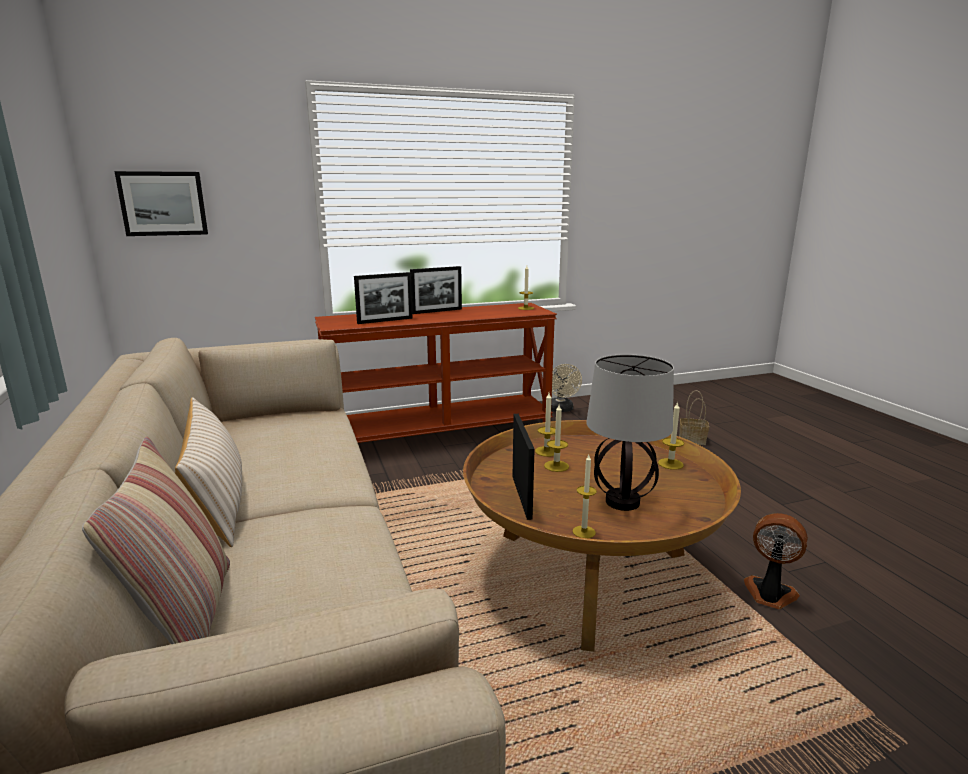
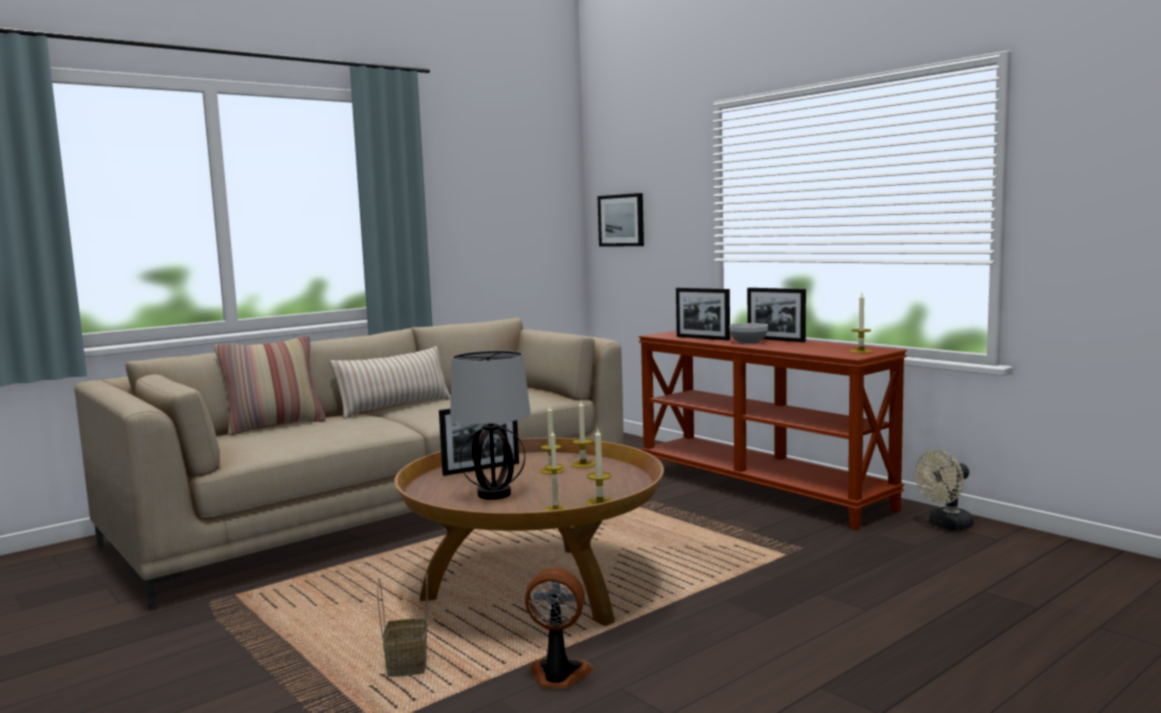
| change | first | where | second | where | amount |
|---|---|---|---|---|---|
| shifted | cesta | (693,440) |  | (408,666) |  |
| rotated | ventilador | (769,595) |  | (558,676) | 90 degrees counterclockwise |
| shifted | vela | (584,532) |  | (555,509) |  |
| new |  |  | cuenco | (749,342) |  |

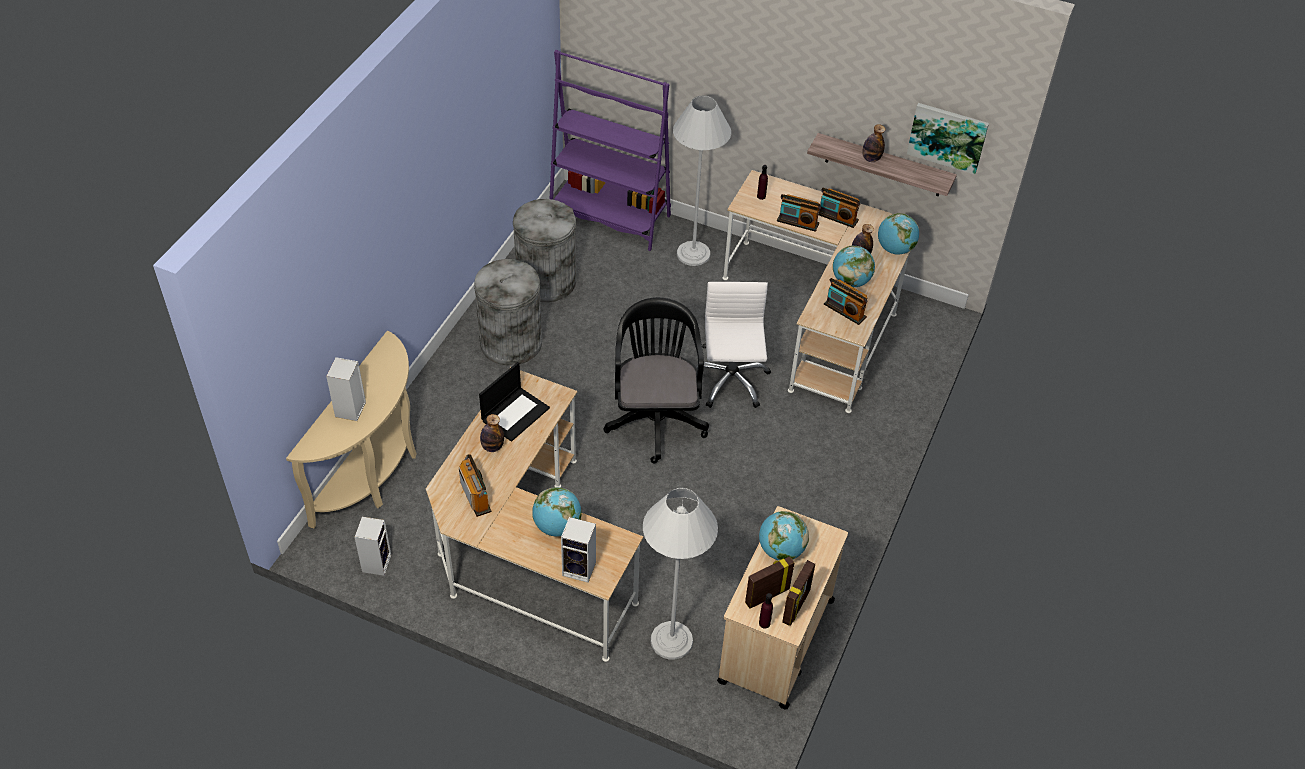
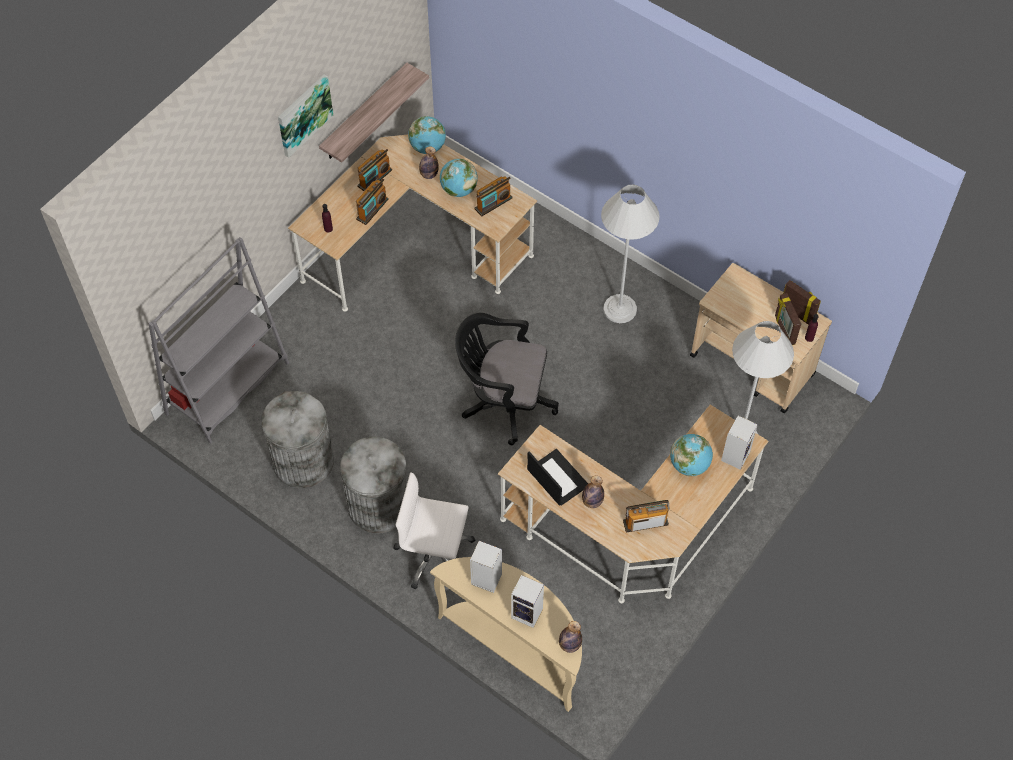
| change | first | where | second | where | amount |
|---|---|---|---|---|---|
| repainted | estantería (morado) | (610,217) | estantería (gris) | (228,388) |  |
| shifted | cuadro | (947,137) |  | (304,114) |  |
| shifted | silla de oficina (blanco) | (730,381) |  | (434,555) |  |
| shifted | altavoz | (376,562) |  | (485,579) |  |
| shifted | botella | (871,159) |  | (569,645) |  |
| shifted | lámpara de pie (blanco) | (693,254) |  | (620,309) |  |
| gone | globo terráqueo | (781,550) |  |  |  |

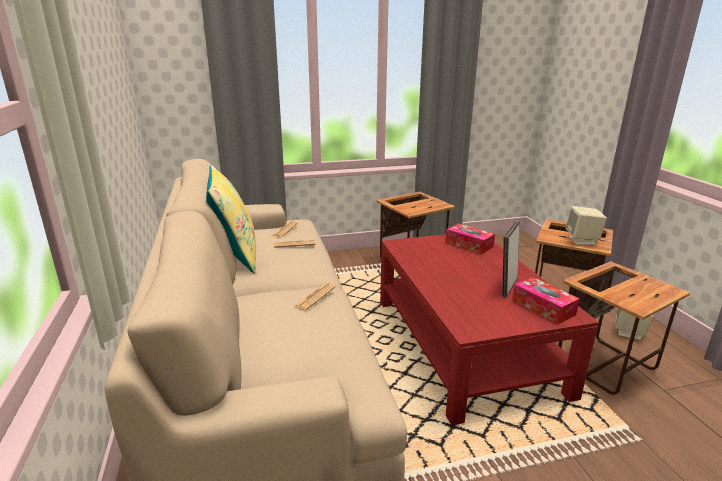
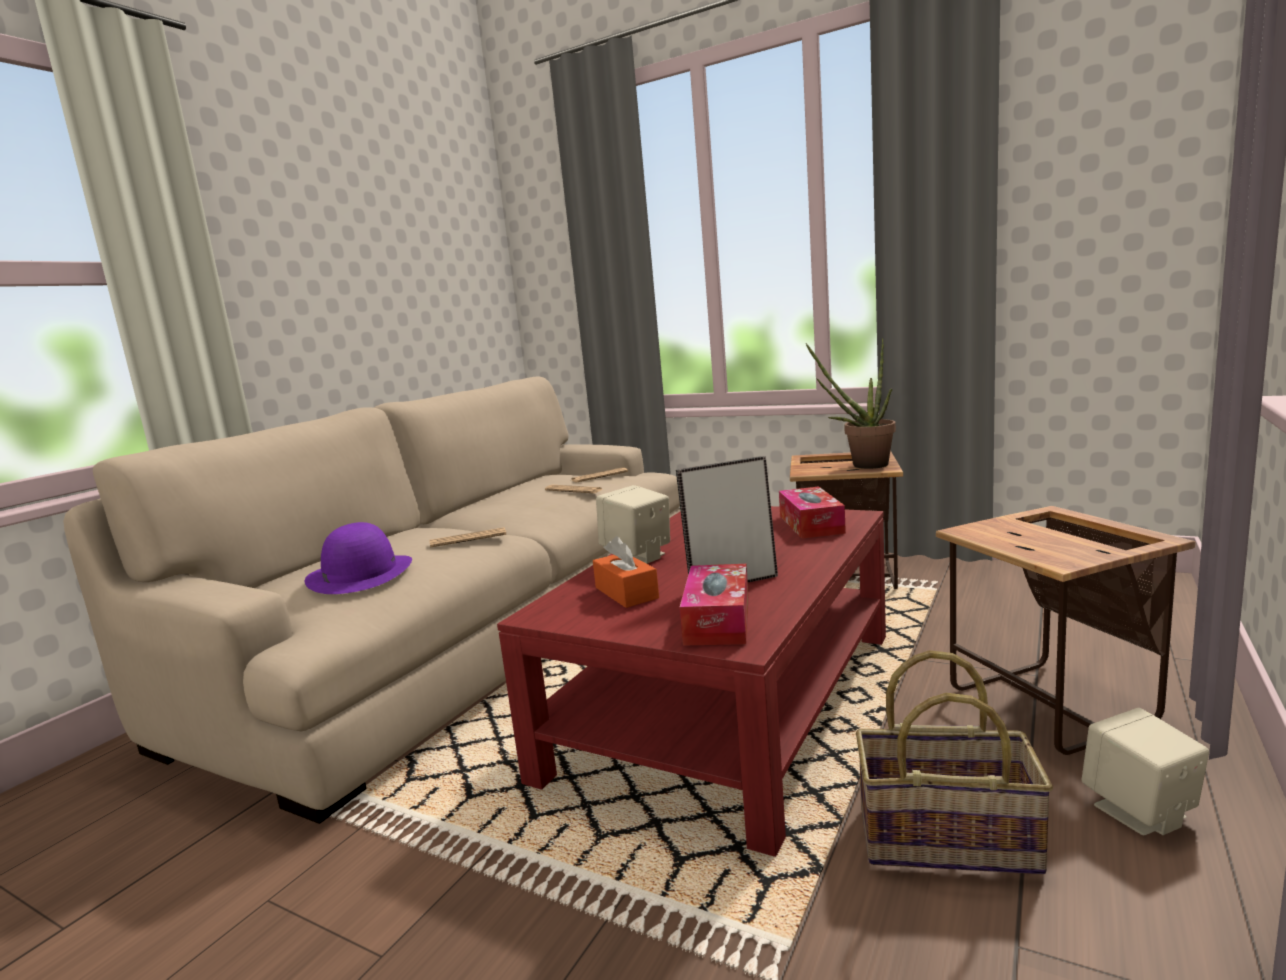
| change | first | where | second | where | amount |
|---|---|---|---|---|---|
| new |  |  | sombrero (morado) | (360,574) |  |
| new |  |  | caja de pañuelos (naranja) | (626,593) |  |
| shifted | altavoz (beis) | (582,240) |  | (637,557) |  |
| new |  |  | planta en maceta | (862,465) |  |
| swapped | mesa auxiliar | (606,365) | cesta | (947,837) |  |
| gone | cojín (amarillo) | (235,255) |  |  |  |

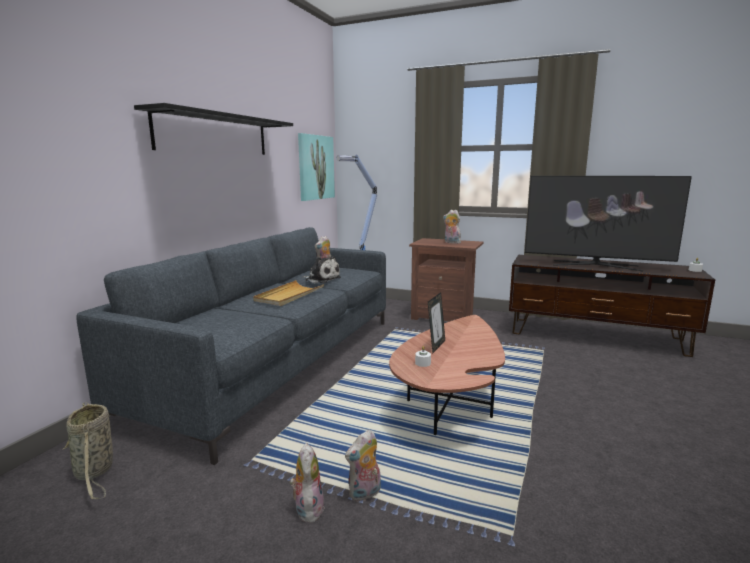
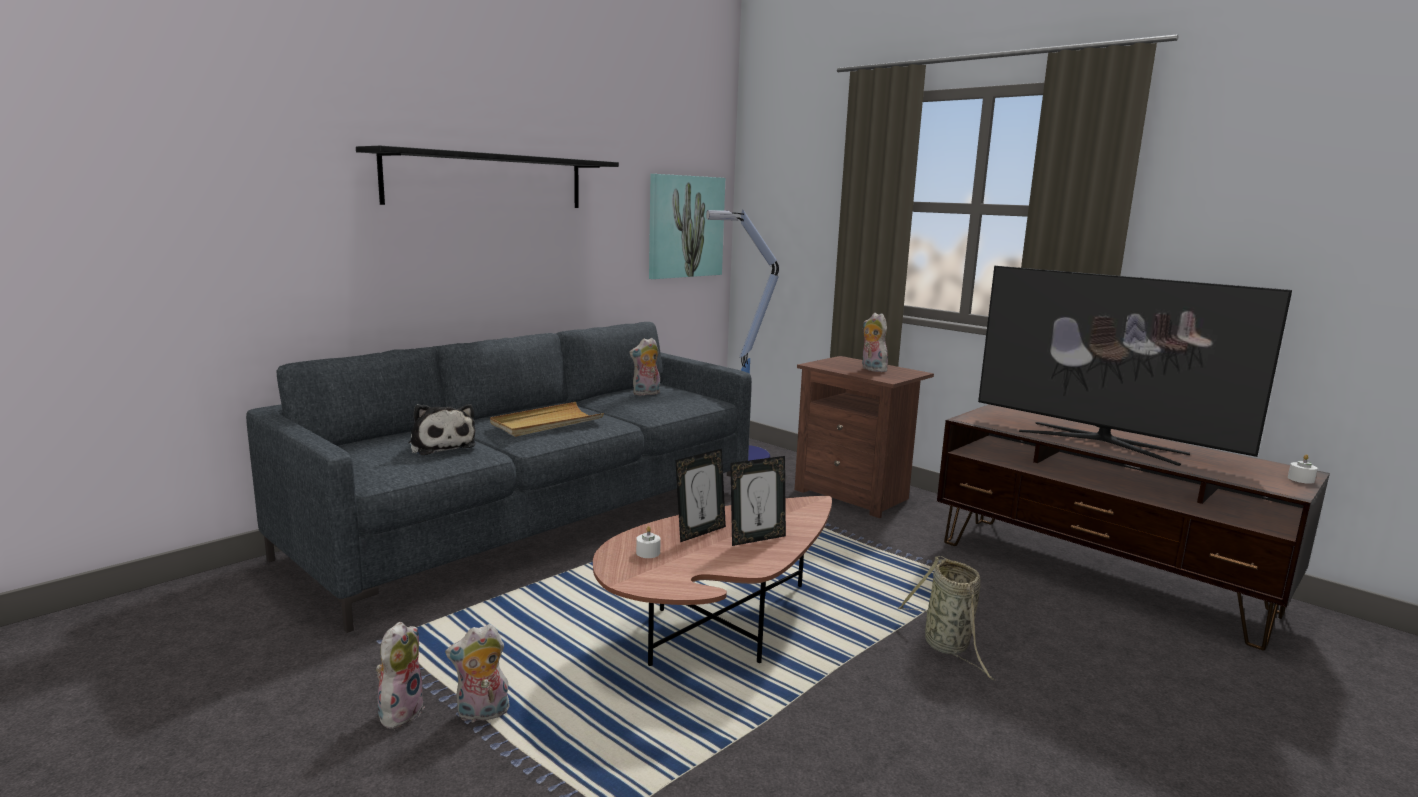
| change | first | where | second | where | amount |
|---|---|---|---|---|---|
| shifted | peluche | (321,279) |  | (441,445) |  |
| new |  |  | portarretratos | (756,539) |  |
| shifted | cesta | (94,472) |  | (948,647) |  |

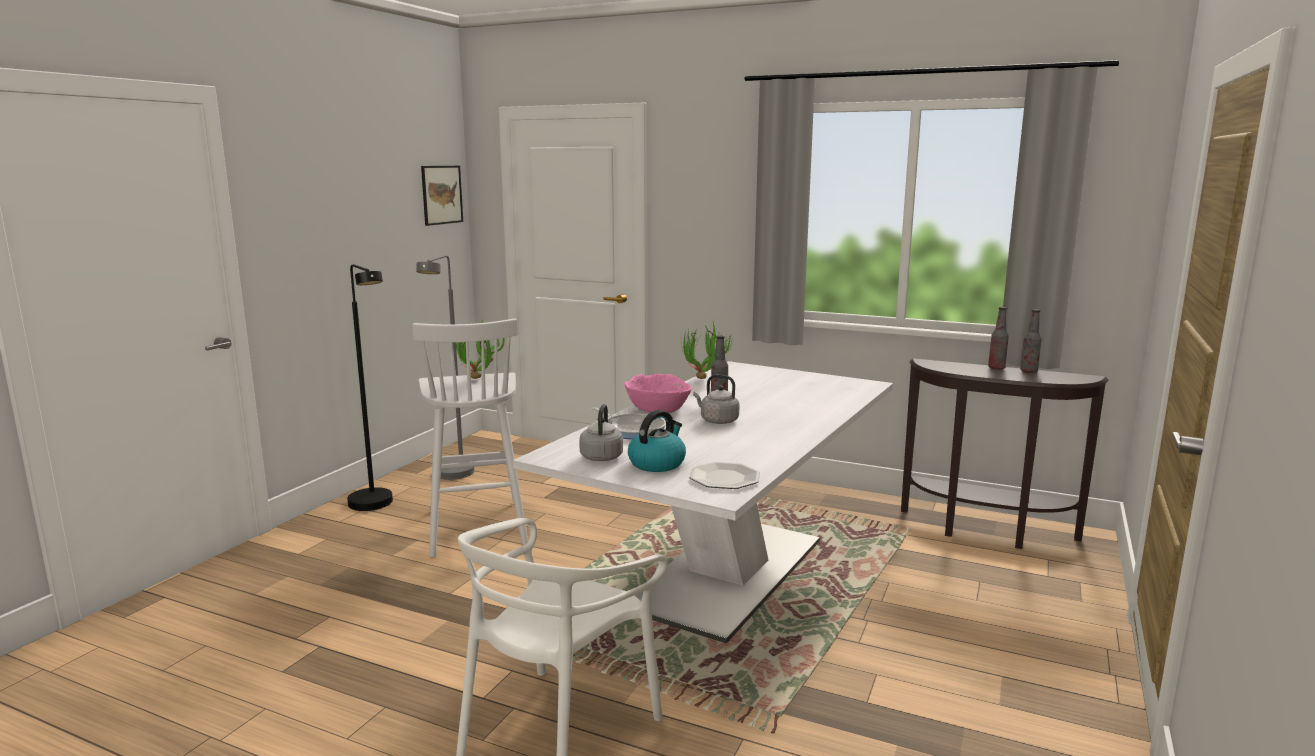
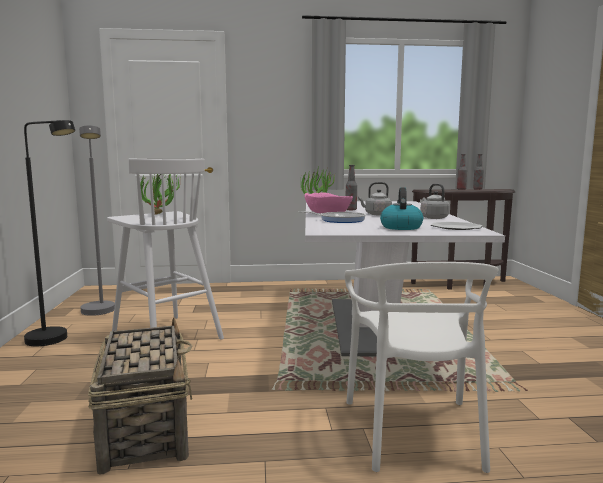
| change | first | where | second | where | amount |
|---|---|---|---|---|---|
| new |  |  | cesta | (146,428) |  |
| shifted | hervidor (gris) | (602,456) |  | (433,218) |  |
| gone | cuadro | (441,194) |  |  |  |

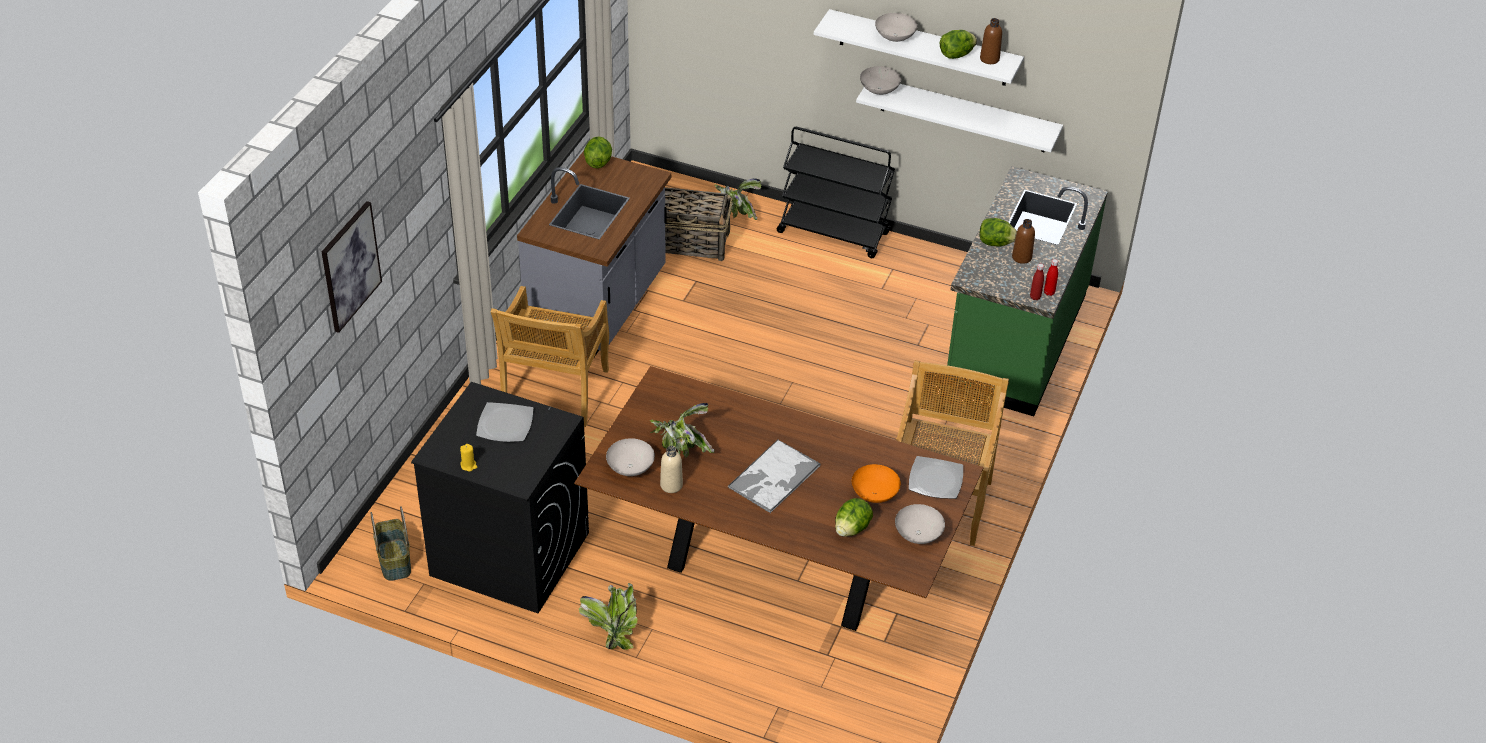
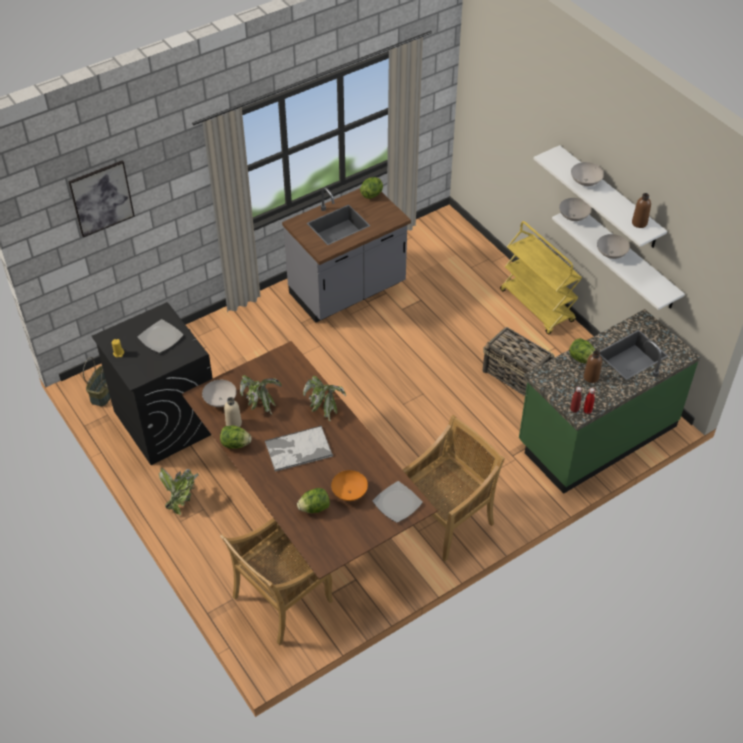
| change | first | where | second | where | amount |
|---|---|---|---|---|---|
| shifted | lechuga | (956,55) |  | (235,444) |  |
| shifted | silla (beis) | (555,392) |  | (281,601) |  |
| shifted | planta en maceta | (735,214) |  | (324,406) |  |
| shifted | cesta | (690,243) |  | (516,376) |  |
| repainted | carrito (negro) | (834,233) | carrito (amarillo) | (537,306) |  |
| shifted | cuenco (blanco) | (917,535) |  | (610,254) |  |

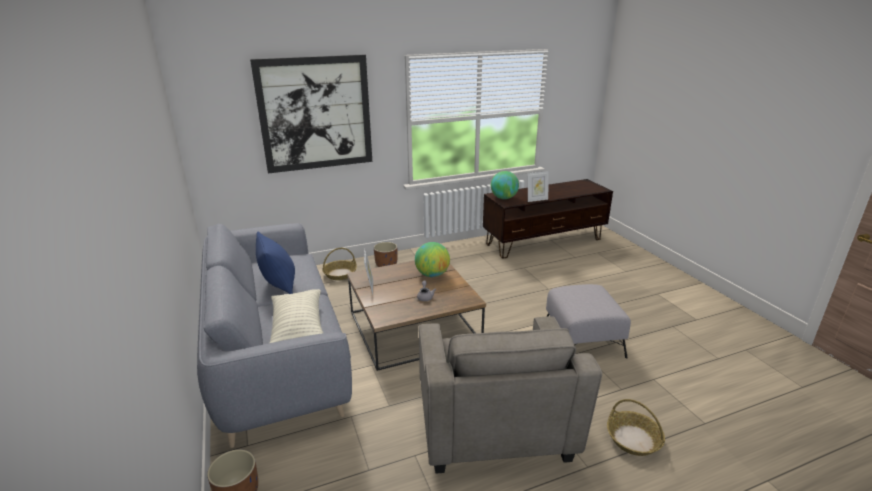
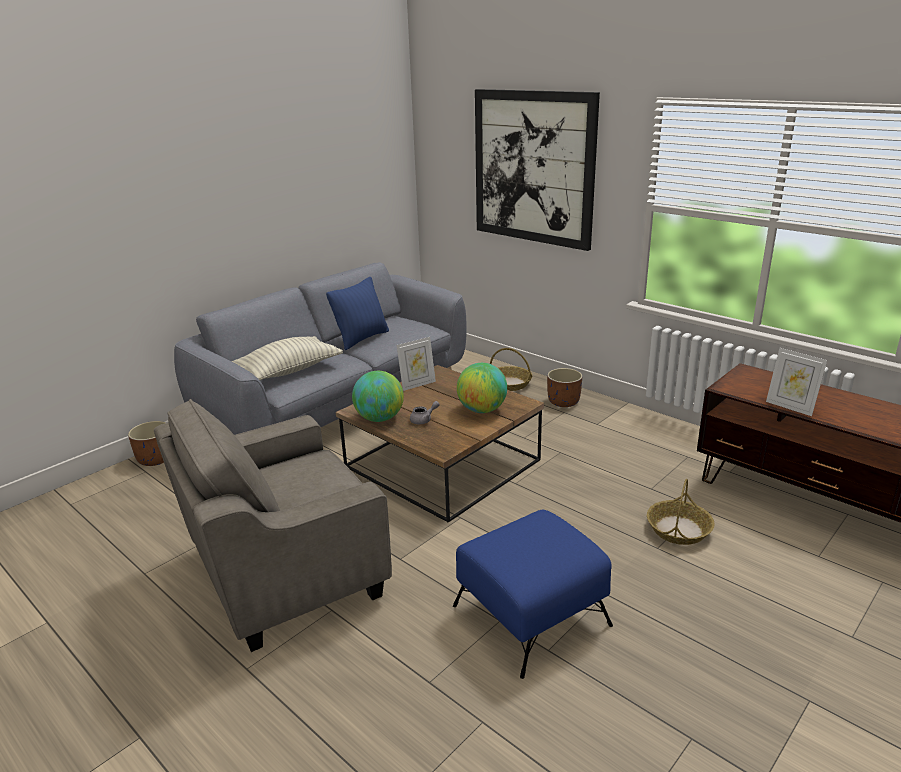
| change | first | where | second | where | amount |
|---|---|---|---|---|---|
| shifted | globo terráqueo | (503,198) |  | (379,418) |  |
| repainted | puf (gris) | (582,340) | puf (azul) | (532,615) |  |
| shifted | cesta | (633,439) |  | (678,529) |  |

